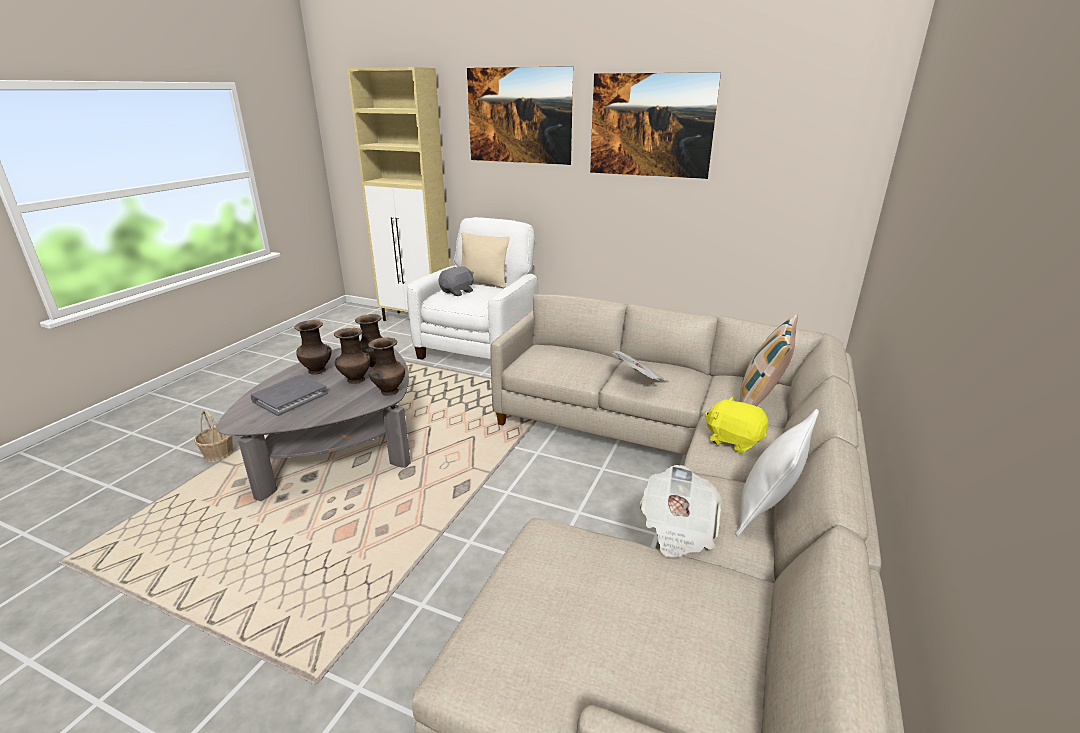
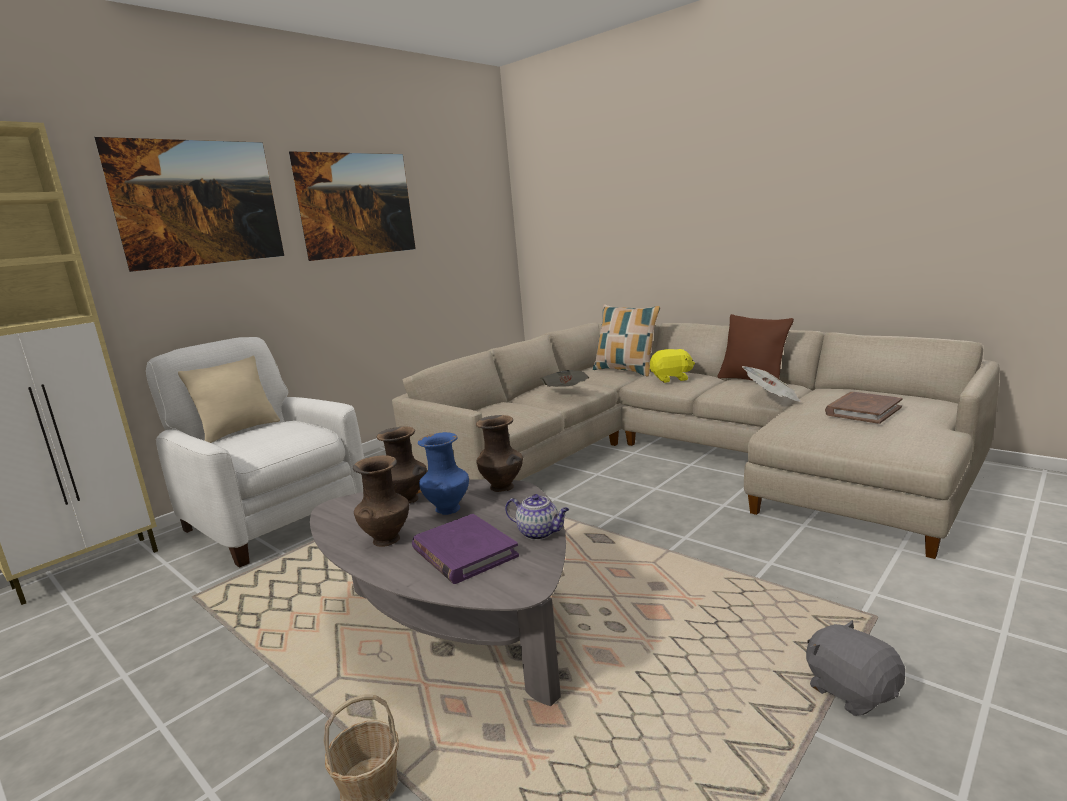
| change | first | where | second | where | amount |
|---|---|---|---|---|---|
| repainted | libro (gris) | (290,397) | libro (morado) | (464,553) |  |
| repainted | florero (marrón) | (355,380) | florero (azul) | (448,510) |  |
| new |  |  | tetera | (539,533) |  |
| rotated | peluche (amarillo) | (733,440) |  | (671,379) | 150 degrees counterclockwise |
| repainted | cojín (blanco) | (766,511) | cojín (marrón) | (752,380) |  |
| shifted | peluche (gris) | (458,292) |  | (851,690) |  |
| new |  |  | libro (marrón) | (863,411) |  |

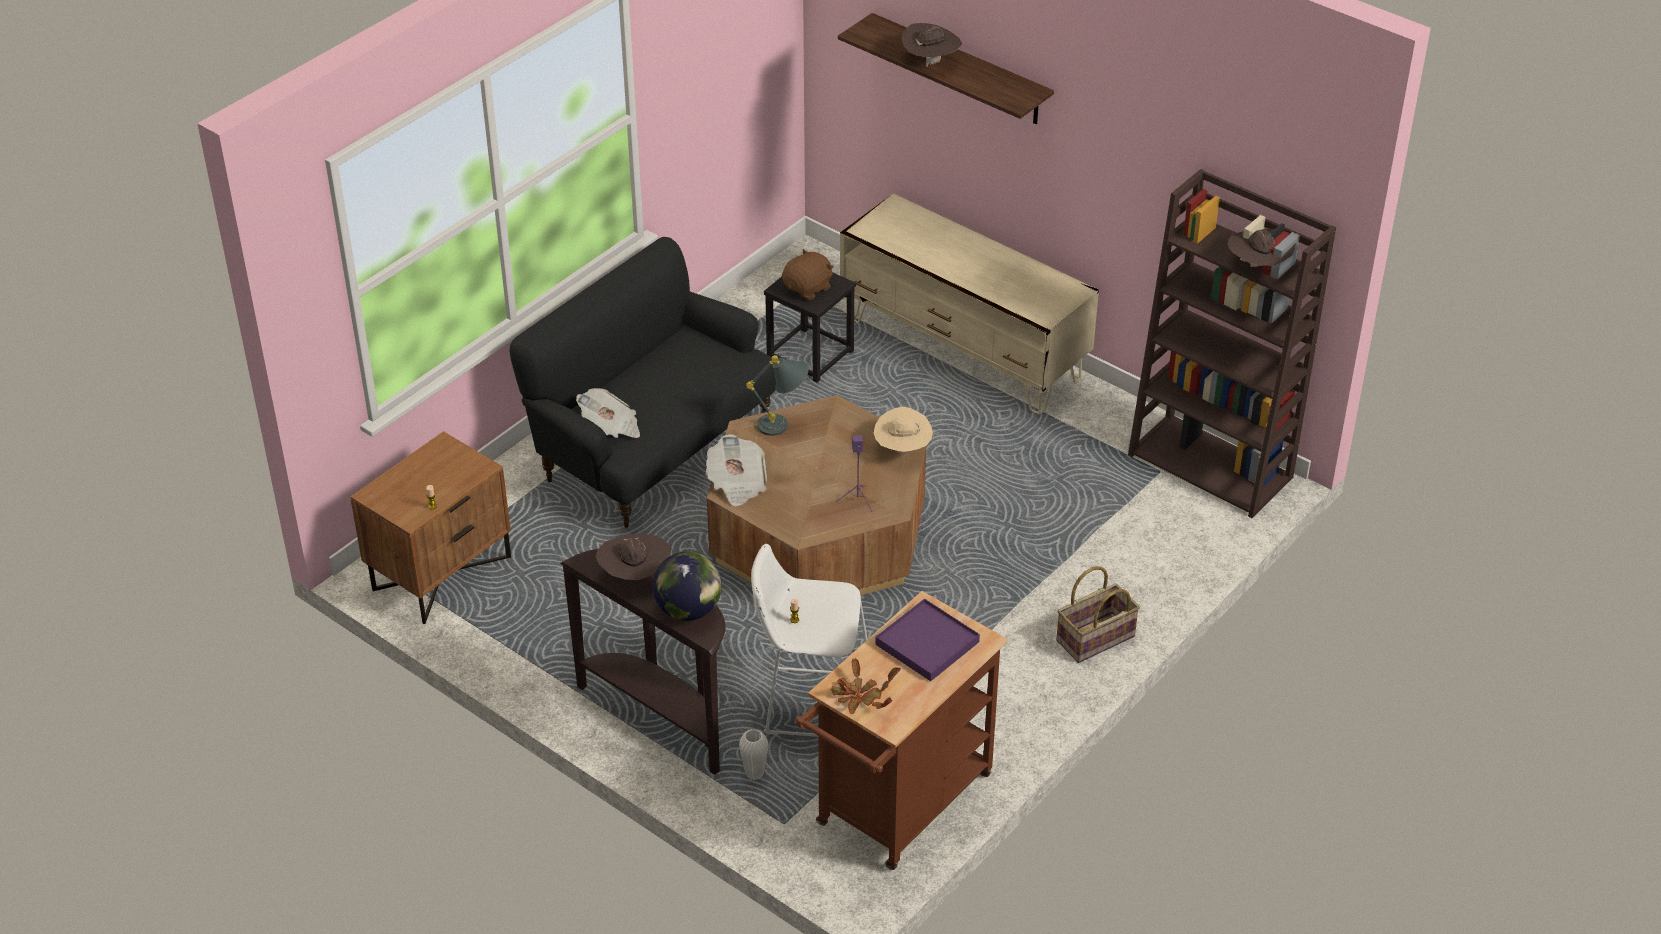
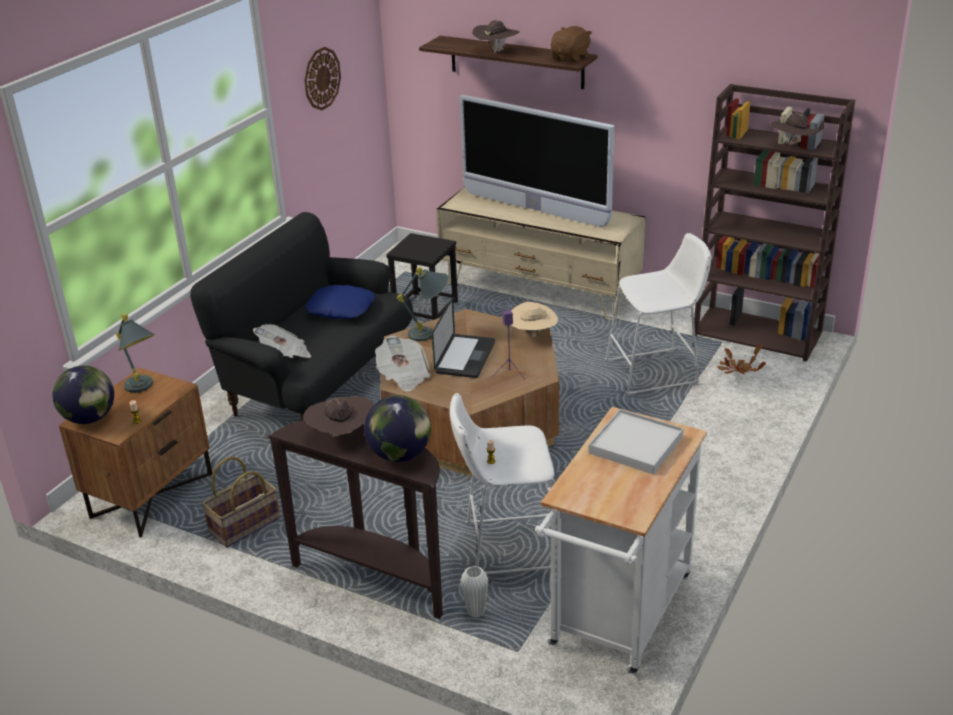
| change | first | where | second | where | amount |
|---|---|---|---|---|---|
| new |  |  | globo terráqueo | (90,418) |  |
| new |  |  | lámpara de mesa (gris) | (143,389) |  |
| shifted | cesta | (1096,639) |  | (245,526) |  |
| new |  |  | reloj de pared | (321,78) |  |
| new |  |  | cojín (azul) | (341,308) |  |
| new |  |  | portátil | (465,357) |  |
| new |  |  | televisor | (535,209) |  |
| repainted | carrito (marrón) | (897,808) | carrito (blanco) | (617,619) |  |
| shifted | peluche (marrón) | (808,288) |  | (570,58) |  |
| repainted | bandeja (morado) | (927,643) | bandeja (blanco) | (635,445) |  |
| new |  |  | taburete (blanco) | (656,372) |  |
| shifted | planta en maceta | (860,697) |  | (737,370) |  |

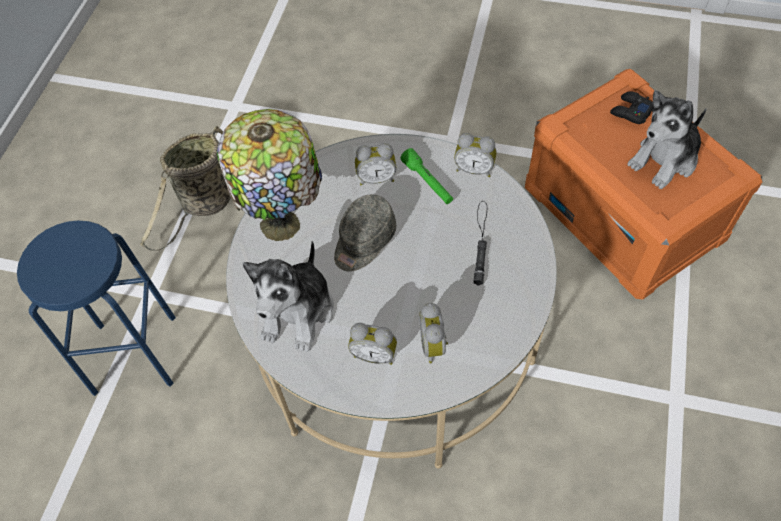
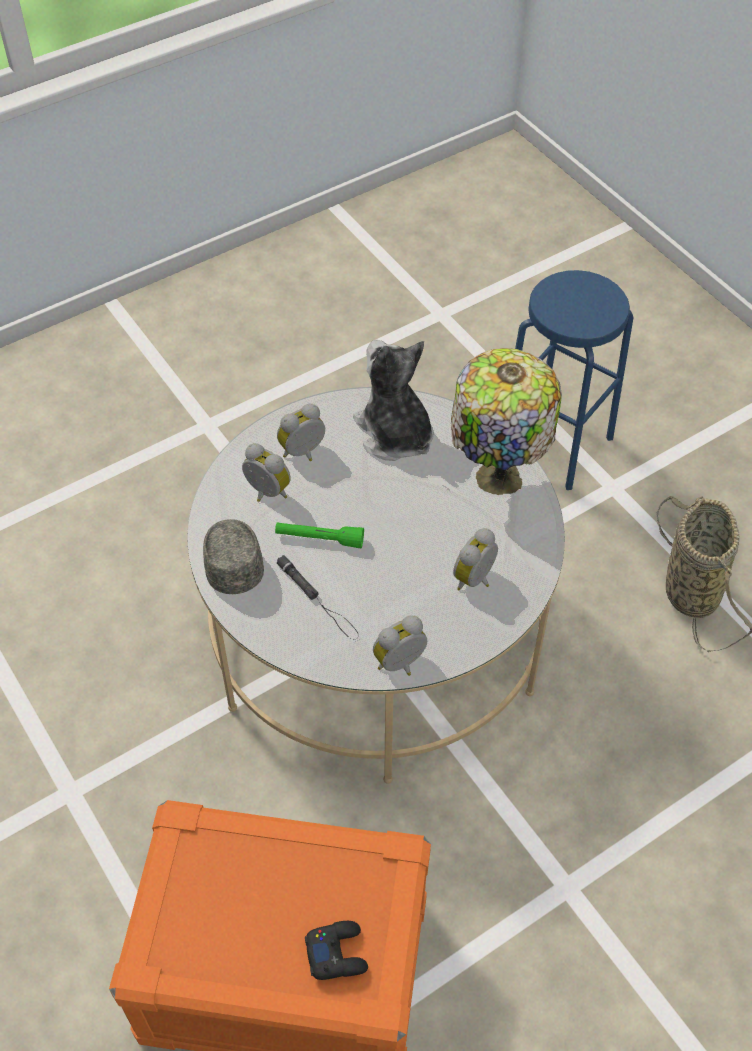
| change | first | where | second | where | amount |
|---|---|---|---|---|---|
| shifted | gorra (gris) | (363,241) |  | (233,561) |  |
| shifted | linterna (verde) | (427,182) |  | (319,539) |  |
| gone | peluche | (664,160) |  |  |  |

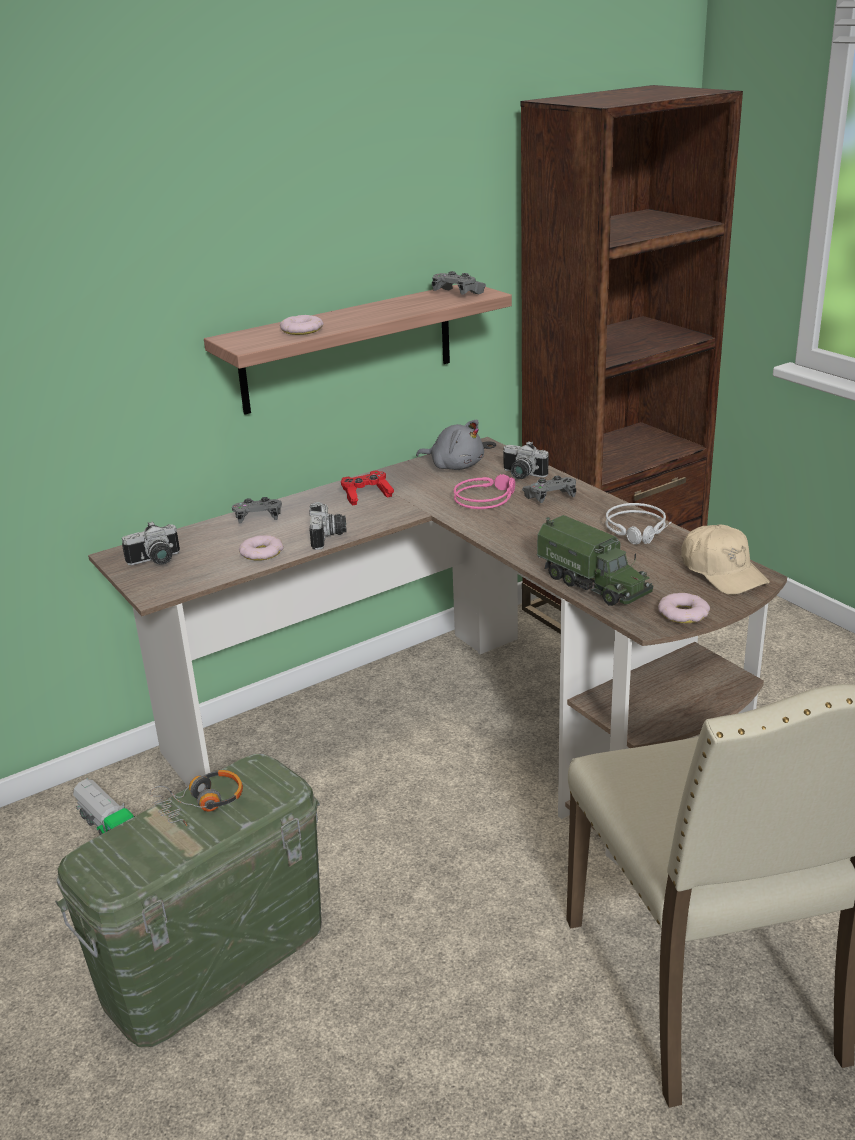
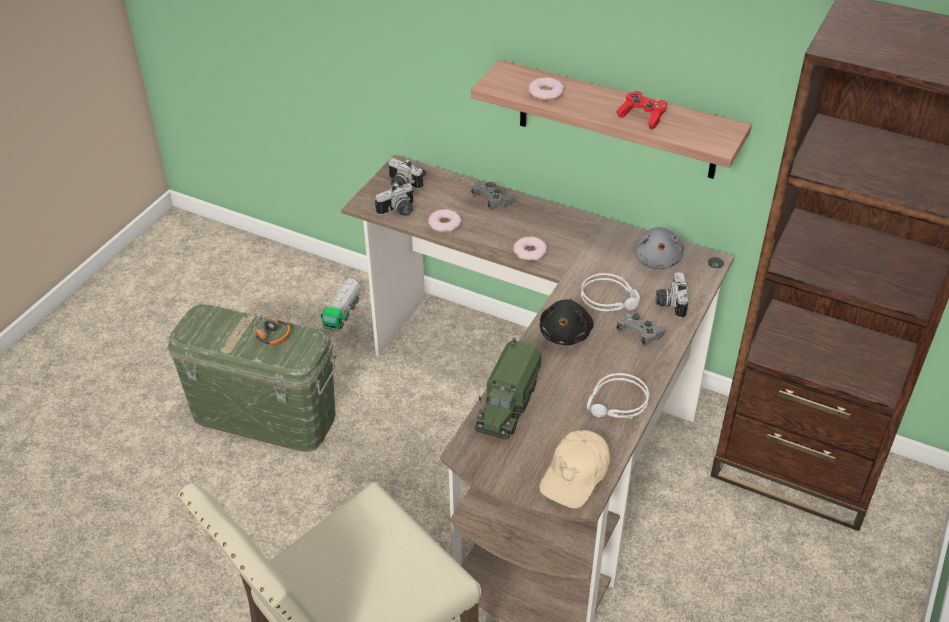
| change | first | where | second | where | amount |
|---|---|---|---|---|---|
| shifted | cámara | (329,537) |  | (398,211) |  |
| shifted | rosquilla | (683,613) |  | (530,252) |  |
| new |  |  | peluche (negro) | (565,333) |  |
| repainted | auriculares (rosa) | (485,498) | auriculares (gris) | (610,297) |  |
| shifted | mando de consola (rojo) | (366,496) |  | (642,117) |  |
| gone | mando de consola (gris) | (458,293) |  |  |  |

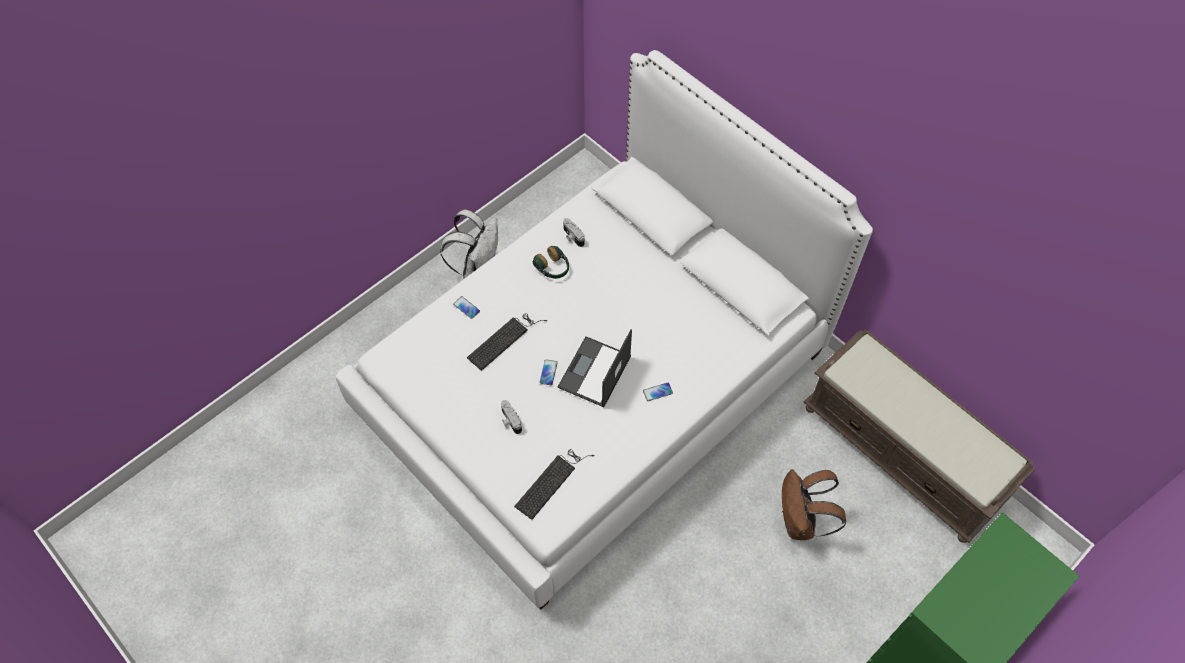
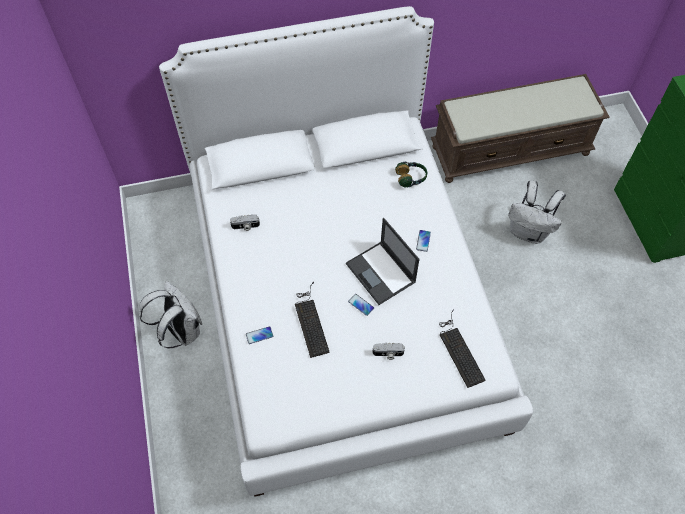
| change | first | where | second | where | amount |
|---|---|---|---|---|---|
| shifted | auriculares | (553,268) |  | (411,178) |  |
| repainted | mochila (marrón) | (800,522) | mochila (blanco) | (529,232) |  |

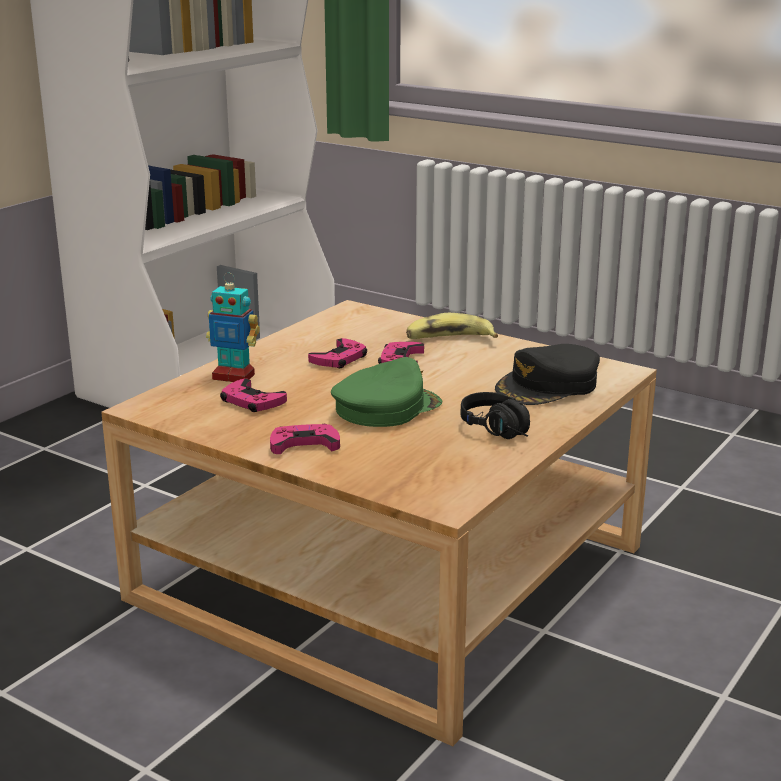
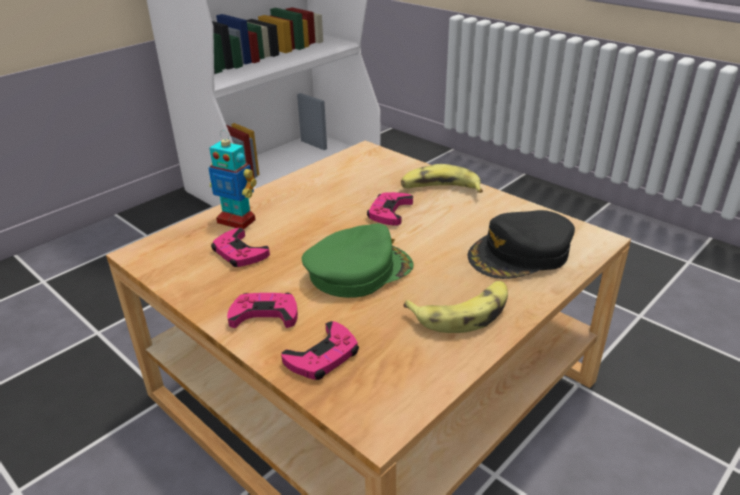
| change | first | where | second | where | amount |
|---|---|---|---|---|---|
| shifted | mando de consola (rosa) | (339,359) |  | (323,356) |  |
| swapped | auriculares (negro) | (502,431) | plátano | (463,313) |  |

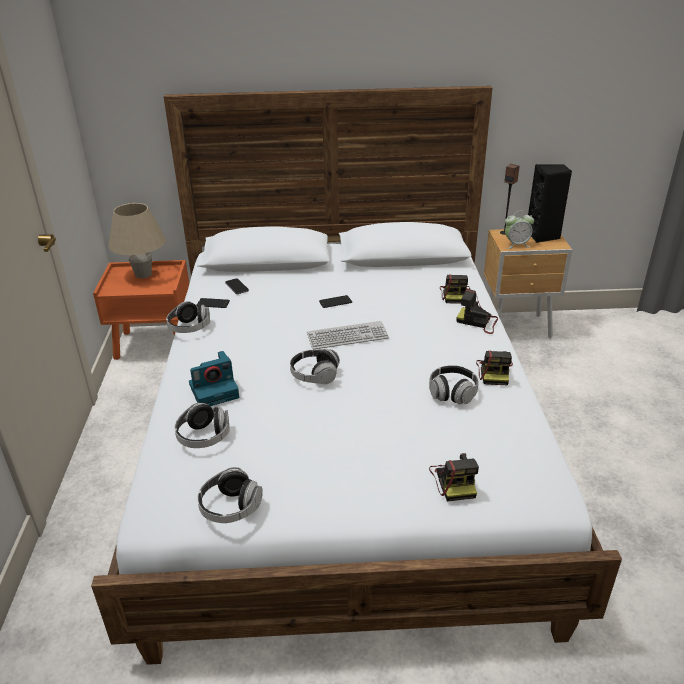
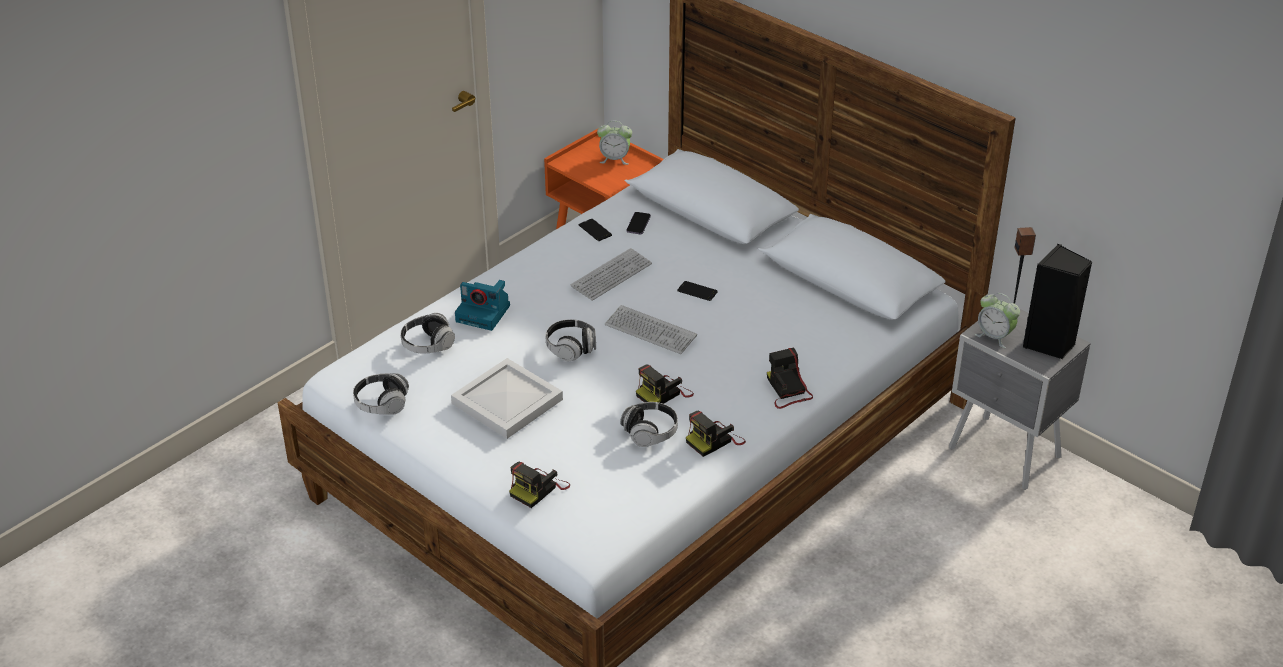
| change | first | where | second | where | amount |
|---|---|---|---|---|---|
| new |  |  | bandeja (blanco) | (507,403) |  |
| new |  |  | teclado | (611,276) |  |
| swapped | lámpara de mesa (beis) | (143,274) | despertador | (614,159) |  |
| shifted | cámara | (455,294) |  | (664,393) |  |
| repainted | mesita de noche (marrón) | (517,328) | mesita de noche (gris) | (1005,455) |  |
| gone | auriculares | (190,328) |  |  |  |

